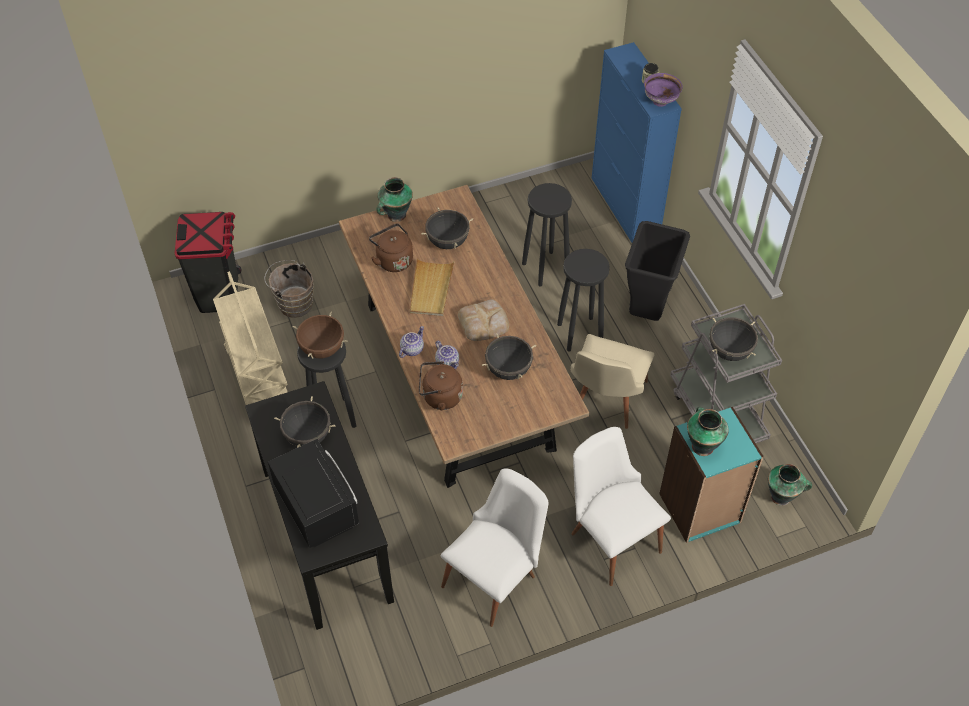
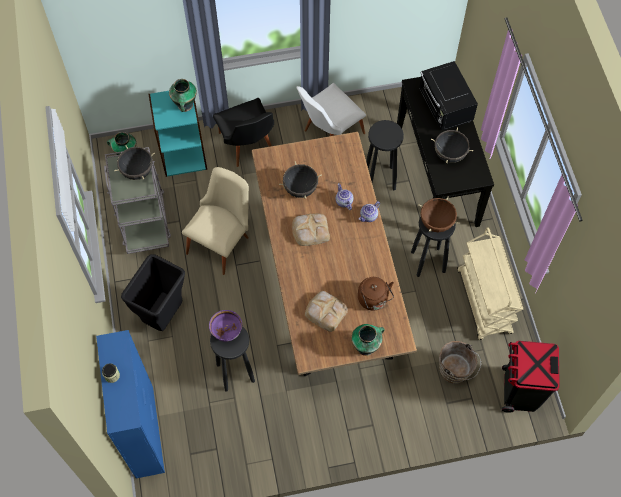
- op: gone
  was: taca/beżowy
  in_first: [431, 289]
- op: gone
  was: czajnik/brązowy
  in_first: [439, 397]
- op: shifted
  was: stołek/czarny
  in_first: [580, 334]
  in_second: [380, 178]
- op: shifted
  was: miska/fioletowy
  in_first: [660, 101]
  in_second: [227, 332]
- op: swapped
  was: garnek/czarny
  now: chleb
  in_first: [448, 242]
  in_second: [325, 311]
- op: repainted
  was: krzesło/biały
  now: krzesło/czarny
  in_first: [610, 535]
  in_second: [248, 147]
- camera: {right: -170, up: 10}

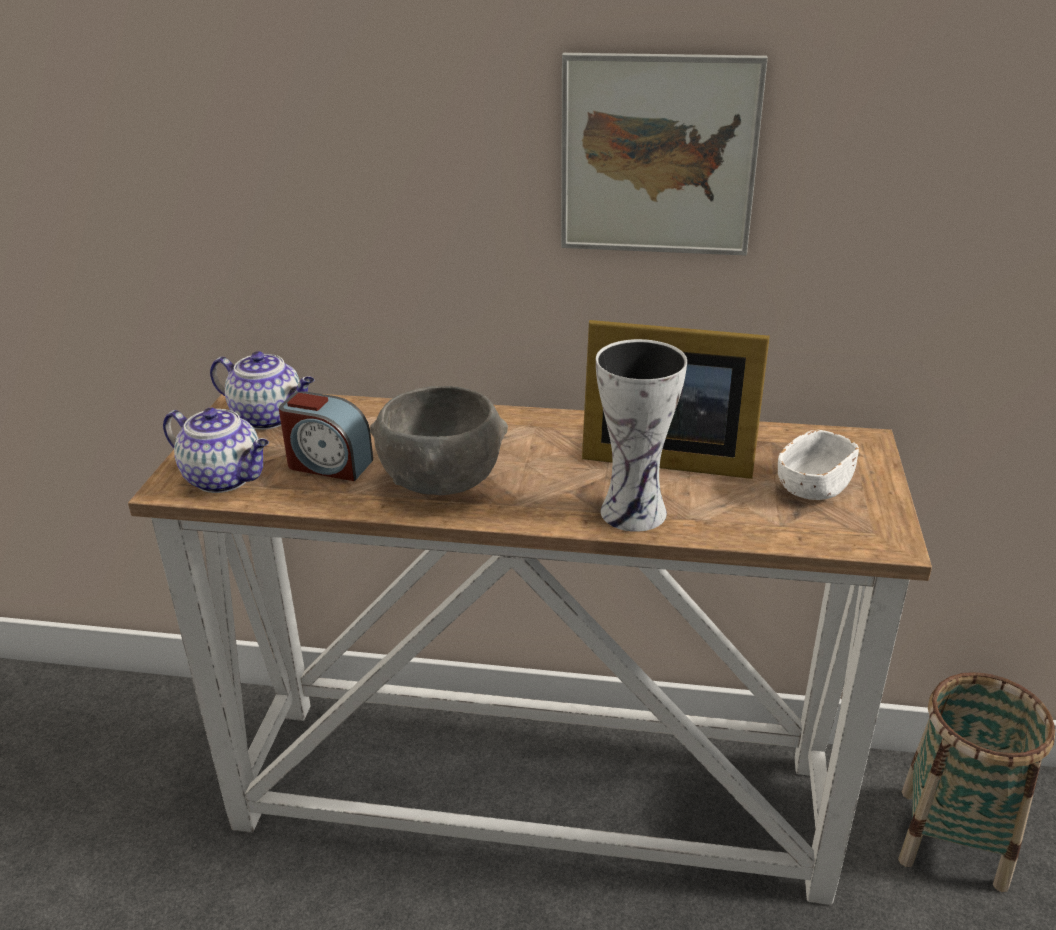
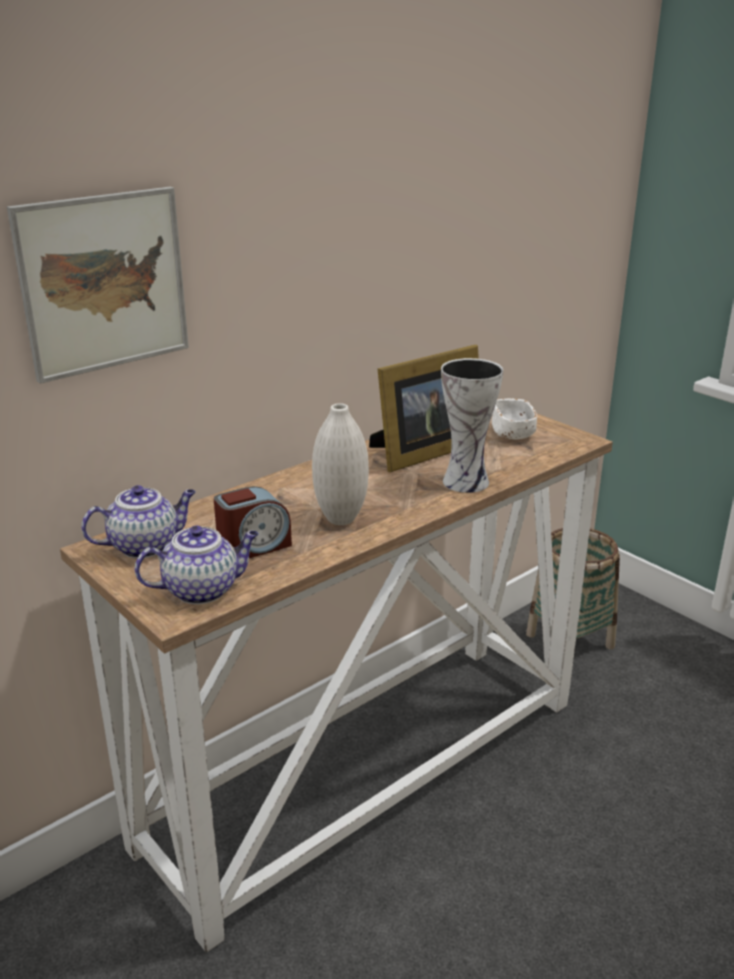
- op: shifted
  was: obraz
  in_first: [658, 156]
  in_second: [104, 282]
- op: swapped
  was: miska/szary
  now: wazon/biały
  in_first: [441, 480]
  in_second: [341, 519]
- camera: {right: -50, up: -5}

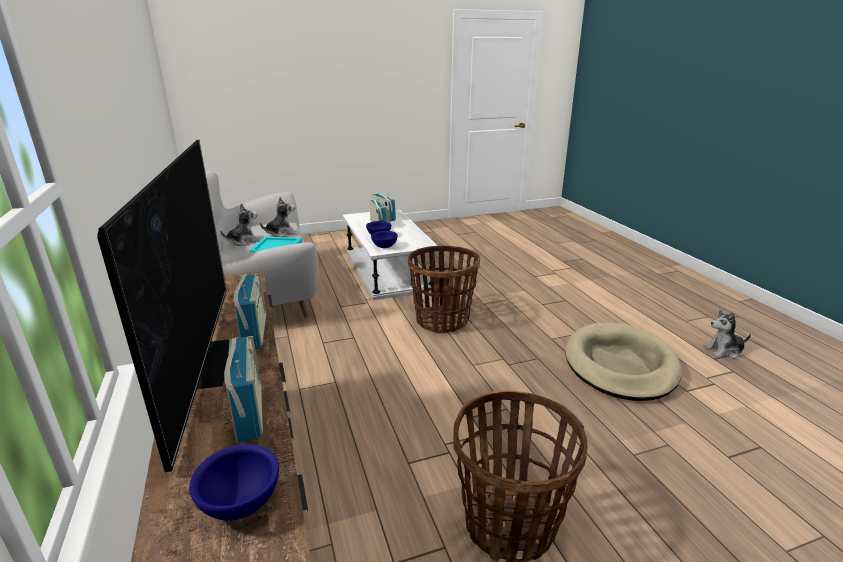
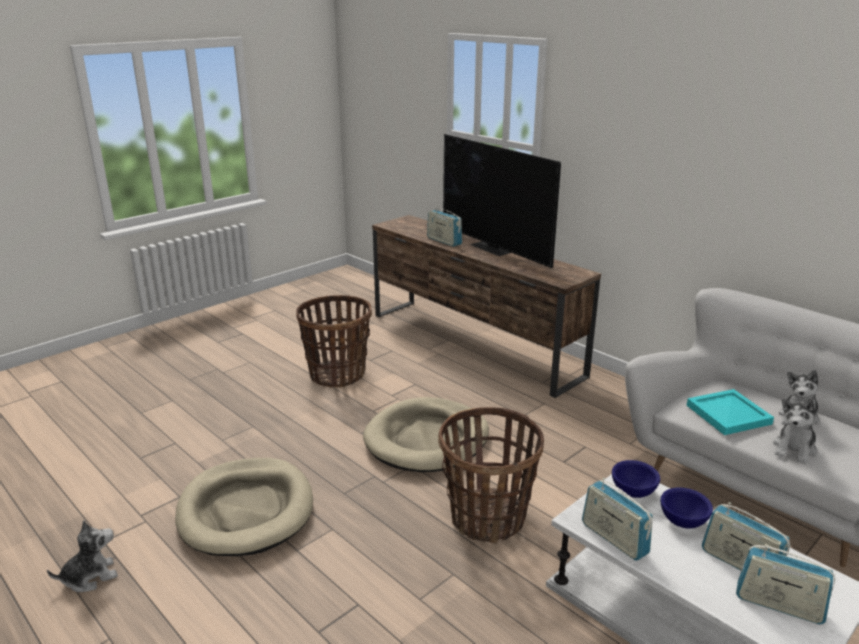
- op: gone
  was: miska/niebieski
  in_first: [239, 503]
- op: new
  now: legowisko/beżowy
  in_second: [427, 439]
- op: shifted
  was: radio
  in_first: [254, 332]
  in_second: [614, 538]
- camera: {right: 155, up: 0}

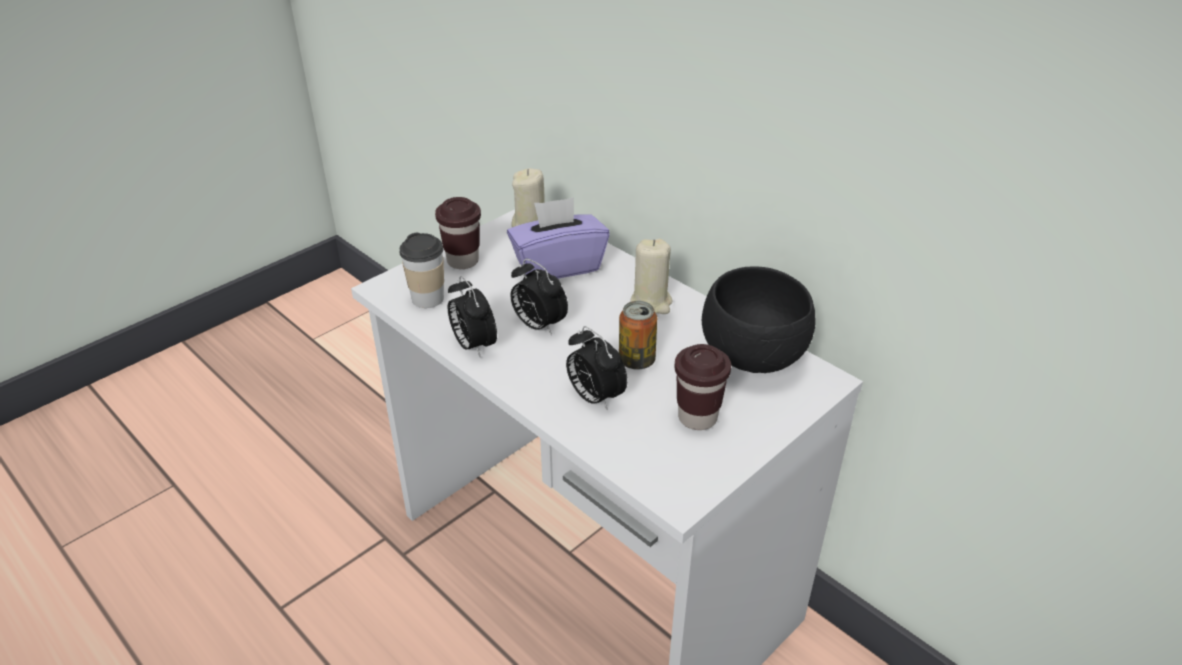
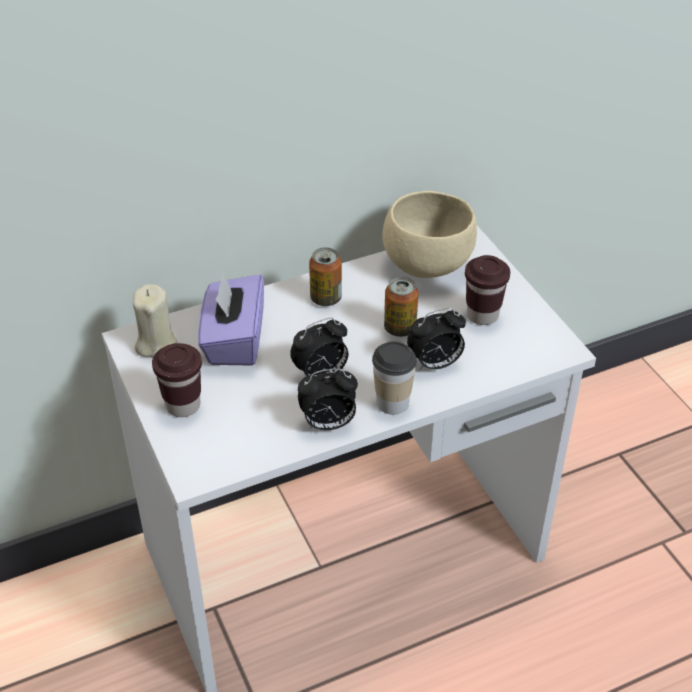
- op: shifted
  was: filiżanka
  in_first: [428, 298]
  in_second: [392, 402]
- op: swapped
  was: świeca/beżowy
  now: puszka
  in_first: [651, 303]
  in_second: [326, 298]
- op: repainted
  was: miska/czarny
  now: miska/beżowy
  in_first: [755, 358]
  in_second: [427, 264]
- camera: {right: -70, up: 5}

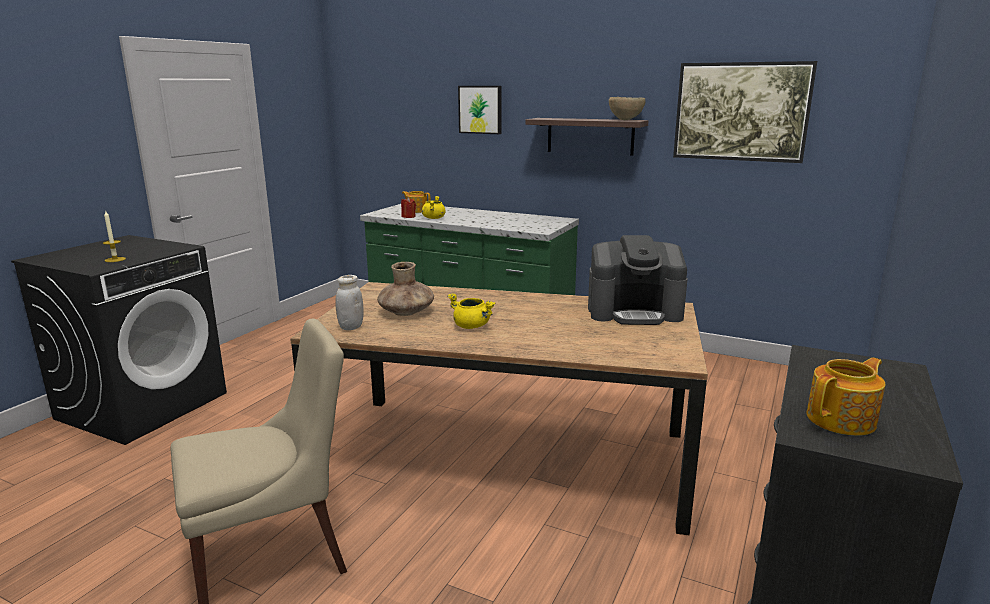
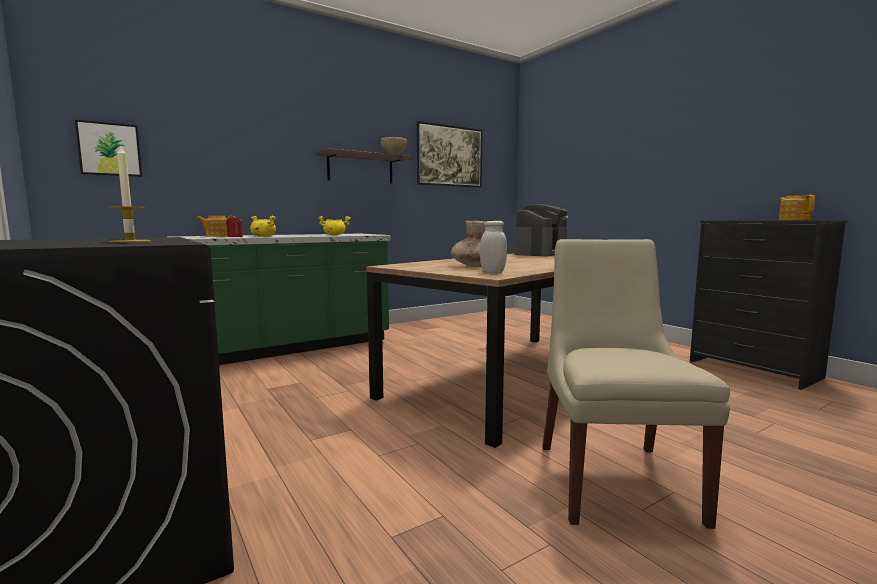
- op: shifted
  was: garnek/żółty
  in_first: [472, 326]
  in_second: [334, 235]
- op: shifted
  was: obraz
  in_first: [480, 109]
  in_second: [109, 149]
- camera: {right: -60, up: -10}

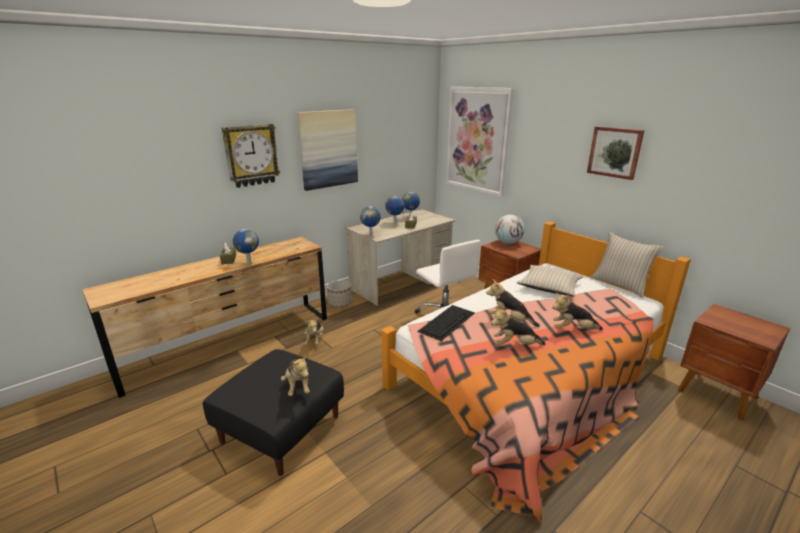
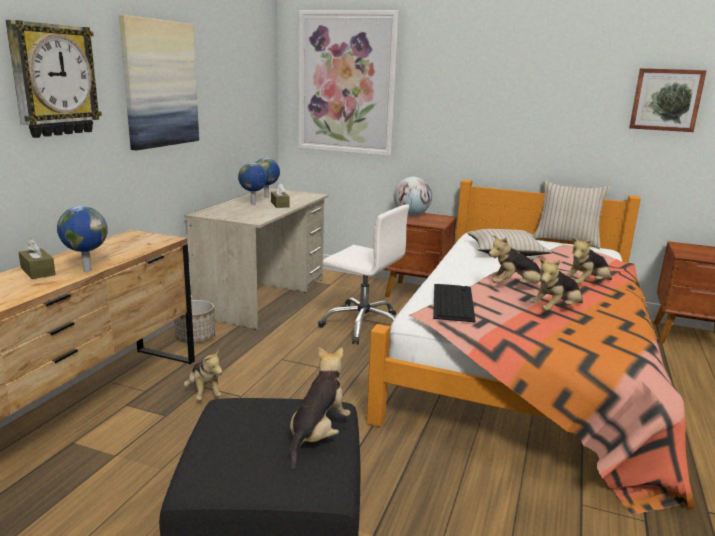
- op: gone
  was: globus
  in_first: [371, 235]
- op: shifted
  was: obraz
  in_first: [615, 152]
  in_second: [666, 100]
- op: rotated
  was: pluszak
  in_first: [298, 386]
  in_second: [318, 435]
  clockwise: -105
- camera: {right: -30, up: -5}

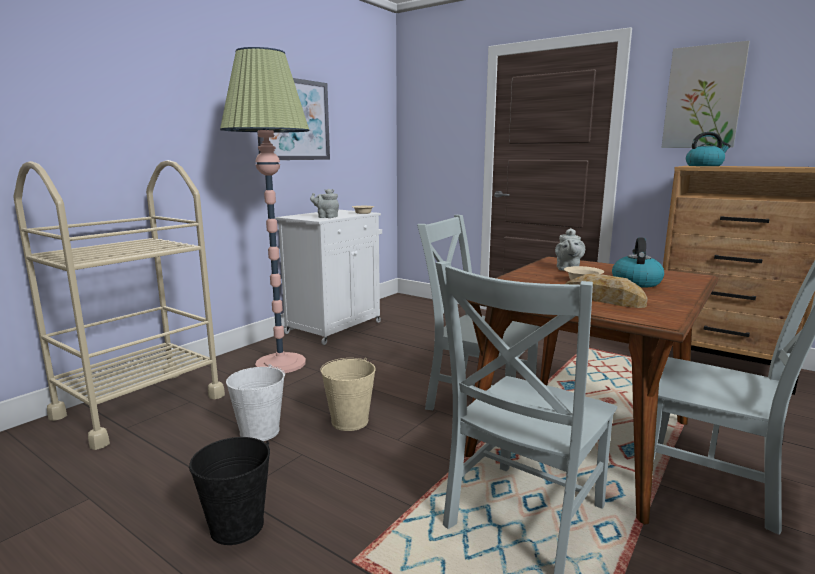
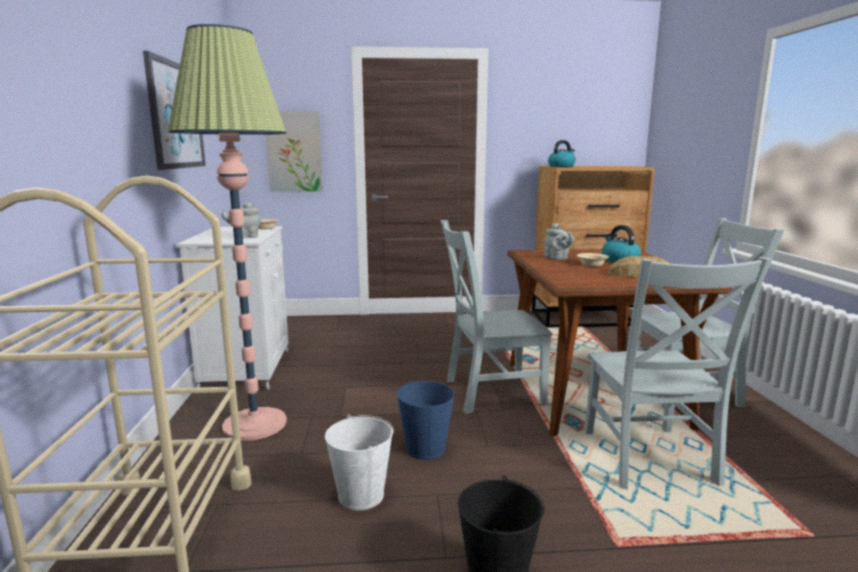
- op: shifted
  was: obraz
  in_first: [703, 97]
  in_second: [294, 152]
- op: repainted
  was: wiadro/beżowy
  now: wiadro/niebieski
  in_first: [350, 421]
  in_second: [426, 448]
- camera: {right: -40, up: 0}

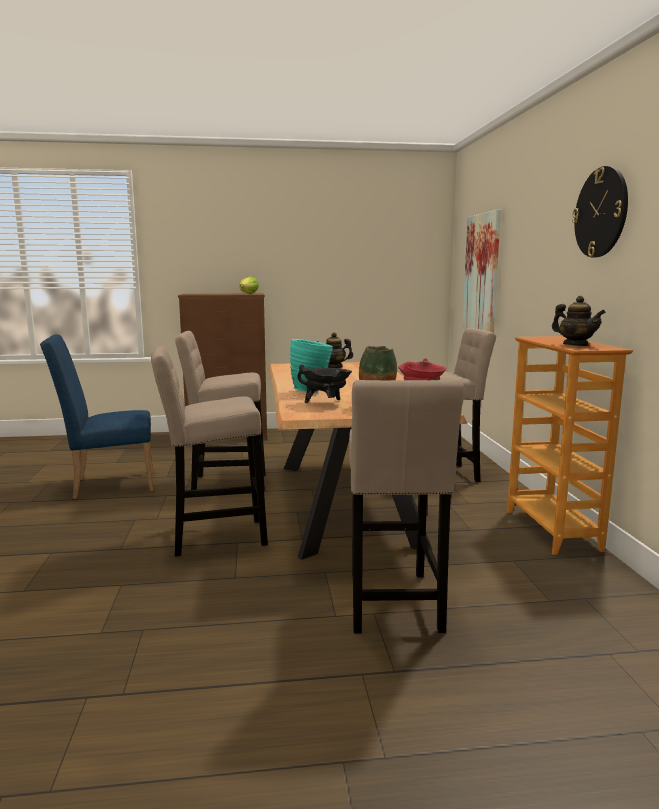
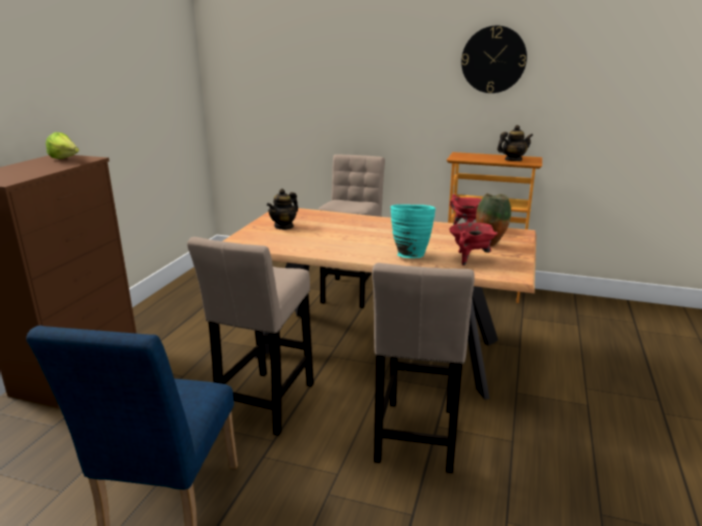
- op: gone
  was: stołek/beżowy
  in_first: [393, 606]
- op: gone
  was: obraz
  in_first: [482, 273]
- op: repainted
  was: garnek/czarny
  now: garnek/czerwony
  in_first: [326, 403]
  in_second: [470, 258]
- camera: {right: -65, up: 10}

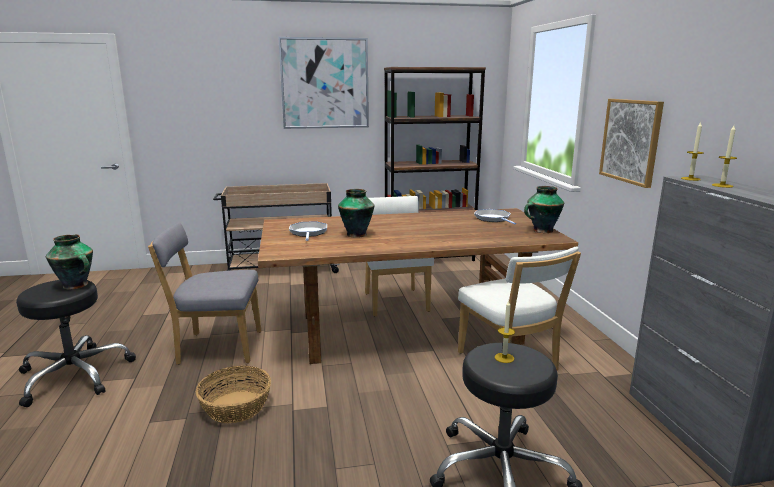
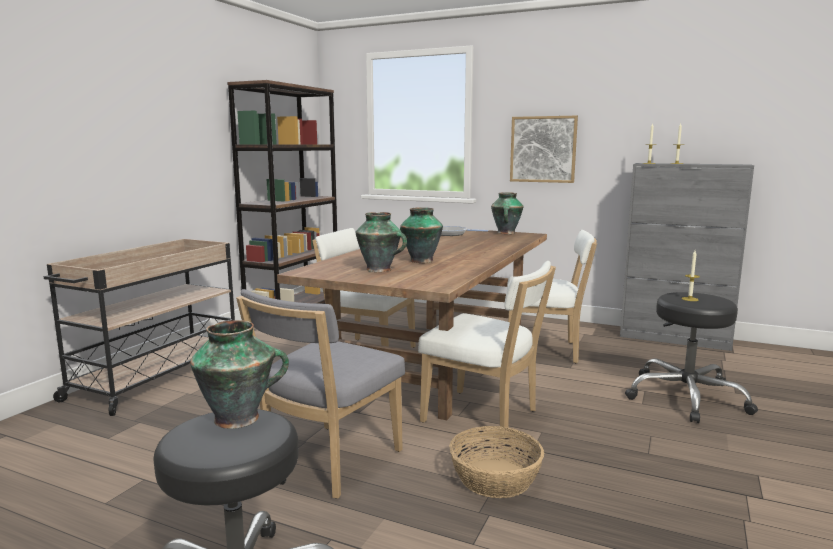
- op: gone
  was: obraz
  in_first: [325, 83]
- op: new
  now: krzesło/biały
  in_second: [485, 417]
- op: swapped
  was: patelnia
  now: wazon
  in_first: [308, 233]
  in_second: [380, 270]
- camera: {right: -55, up: -5}

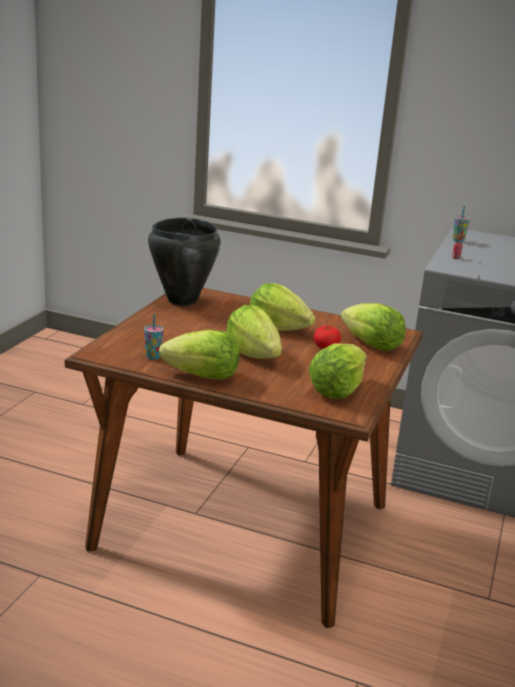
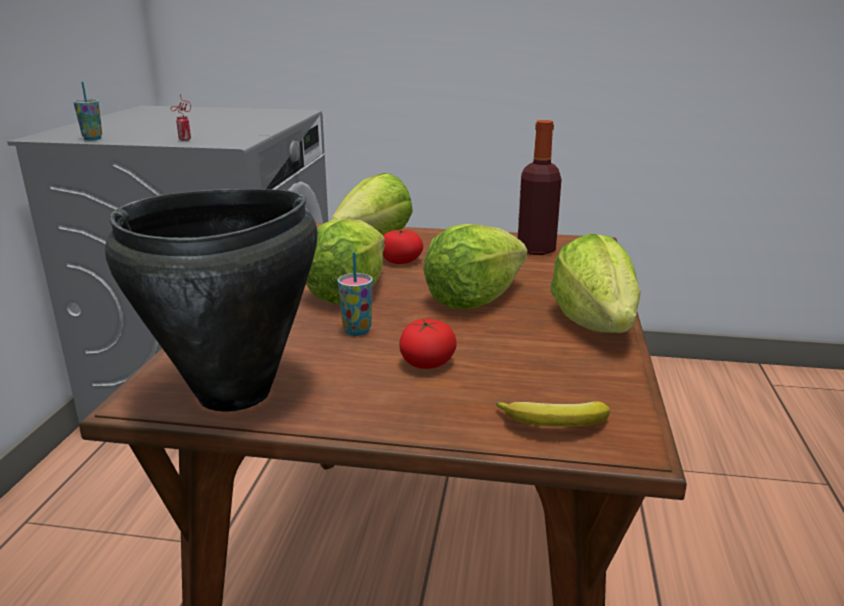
- op: new
  now: pomidor
  in_second: [427, 363]
- op: new
  now: banan
  in_second: [555, 424]
- op: shifted
  was: filiżanka
  in_first: [153, 357]
  in_second: [357, 331]
- op: swapped
  was: sałata
  now: butelka
  in_first: [337, 390]
  in_second: [536, 249]
- camera: {right: -100, up: 0}

